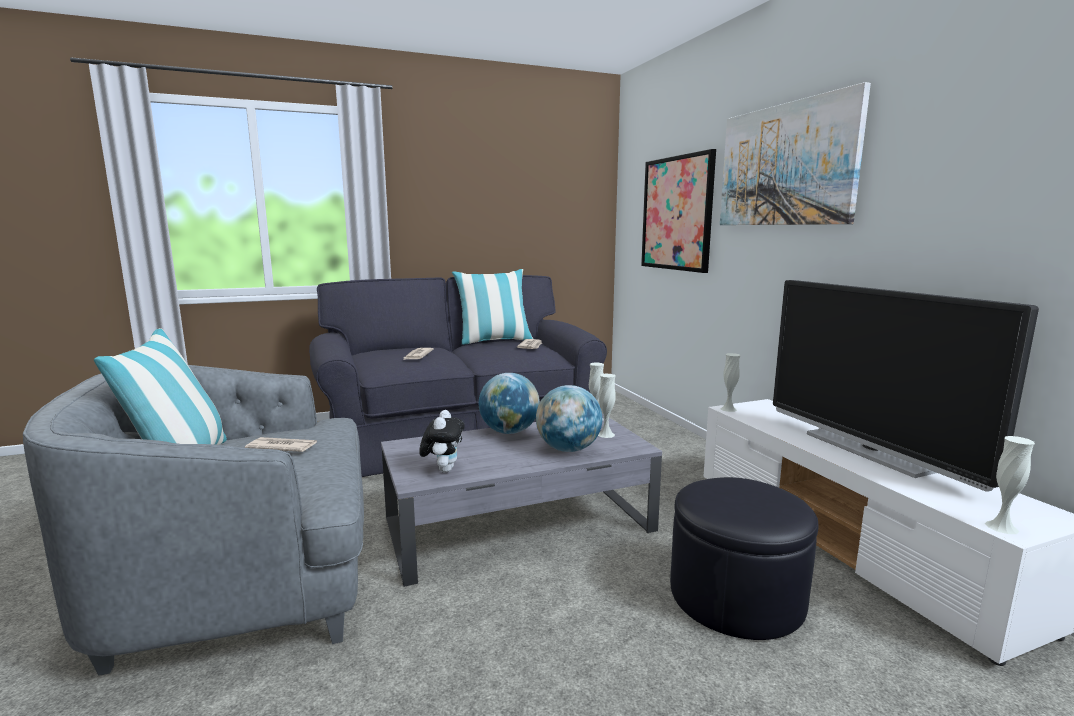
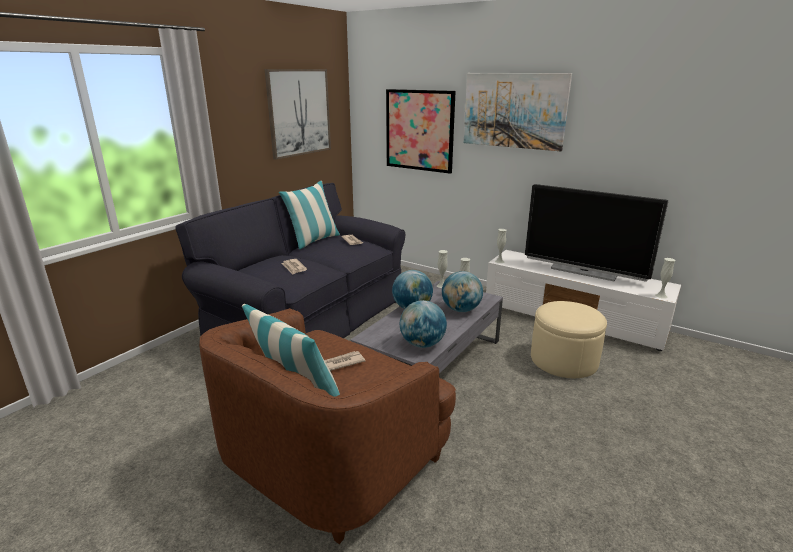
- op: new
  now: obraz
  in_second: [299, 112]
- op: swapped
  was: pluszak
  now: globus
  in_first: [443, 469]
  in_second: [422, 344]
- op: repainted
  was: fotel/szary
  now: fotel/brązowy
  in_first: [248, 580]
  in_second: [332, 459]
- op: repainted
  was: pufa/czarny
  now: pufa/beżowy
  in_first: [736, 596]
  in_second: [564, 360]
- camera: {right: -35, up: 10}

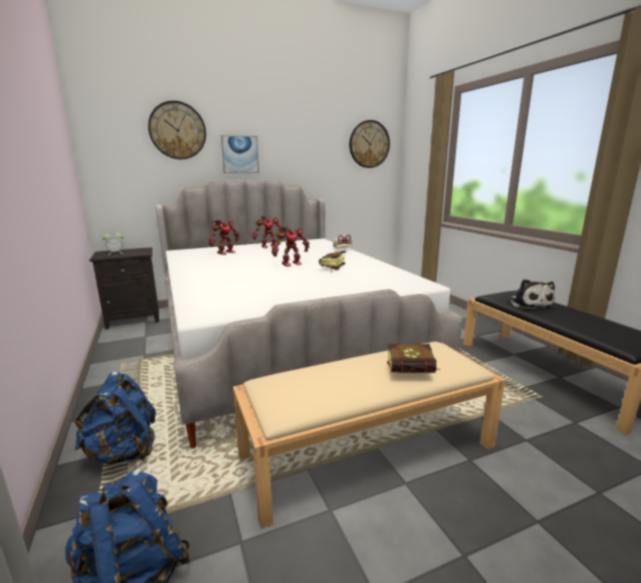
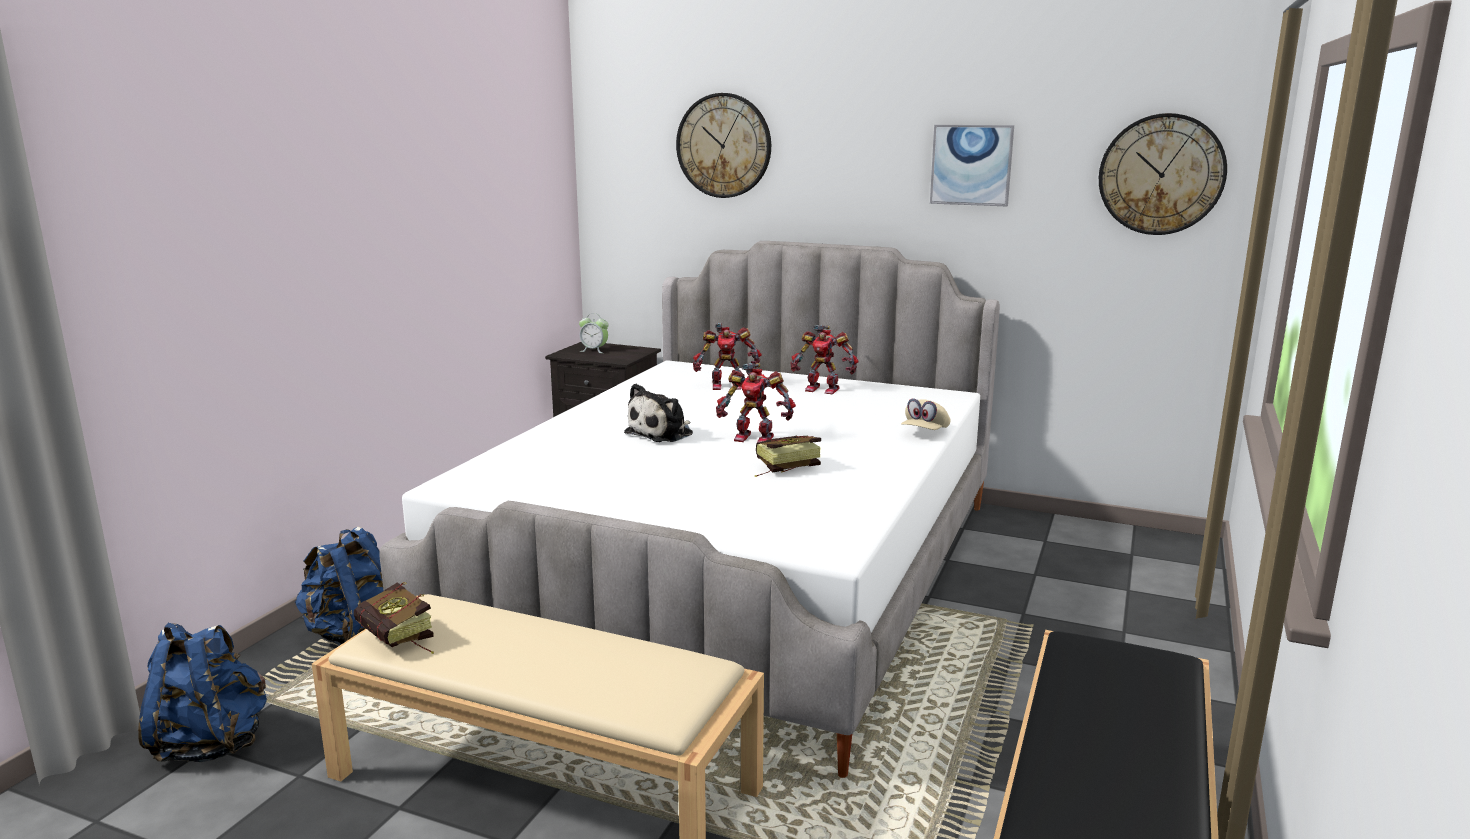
- op: shifted
  was: obraz
  in_first: [240, 154]
  in_second: [971, 165]
- op: shifted
  was: książka
  in_first: [415, 373]
  in_second: [400, 642]
- op: shifted
  was: pluszak
  in_first: [529, 304]
  in_second: [662, 433]
- camera: {right: 45, up: 0}

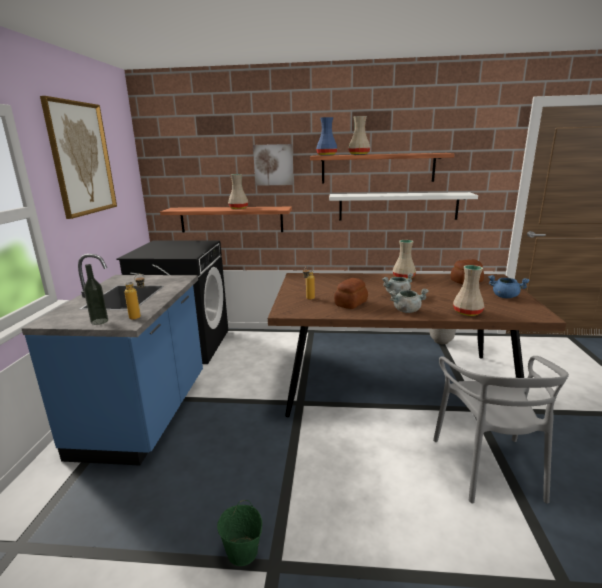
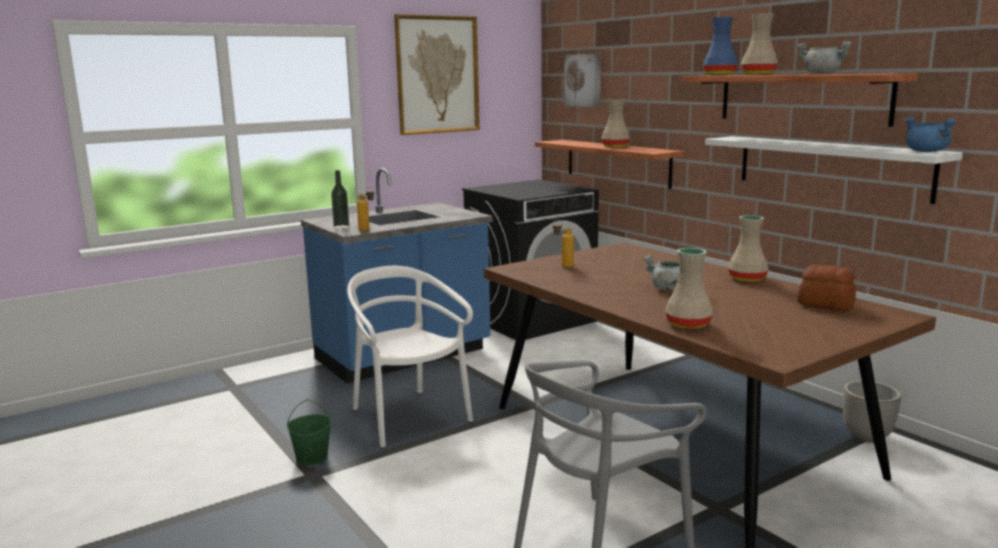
- op: gone
  was: chleb
  in_first: [351, 303]
- op: new
  now: krzesło/biały
  in_second: [408, 417]
- op: shifted
  was: obraz
  in_first: [273, 165]
  in_second: [583, 80]
- op: shifted
  was: garnek/szary
  in_first: [407, 310]
  in_second: [822, 74]
- op: shifted
  was: garnek/niebieski
  in_first: [505, 296]
  in_second: [927, 151]
- camera: {right: 50, up: -5}

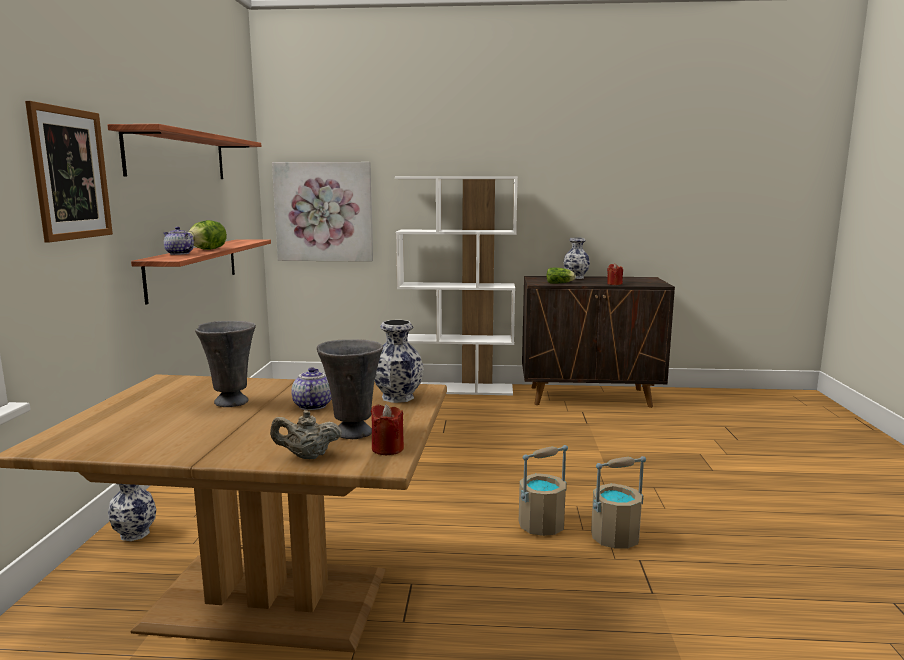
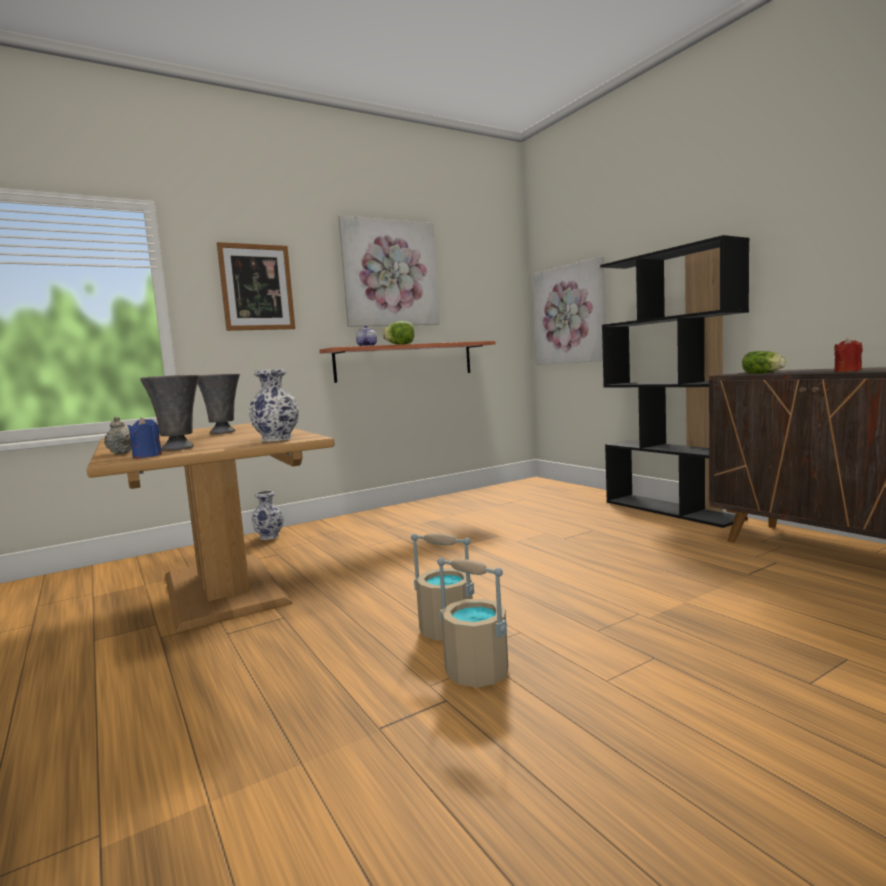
- op: gone
  was: imbryk
  in_first: [311, 406]
- op: gone
  was: wazon
  in_first: [575, 277]
- op: swapped
  was: półka
  now: obraz
  in_first: [178, 156]
  in_second: [390, 273]
- op: repainted
  was: świeca/czerwony
  now: świeca/niebieski
  in_first: [387, 449]
  in_second: [147, 456]
- op: repainted
  was: regał/biały
  now: regał/czarny
  in_first: [457, 389]
  in_second: [672, 510]
- camera: {right: 55, up: -5}

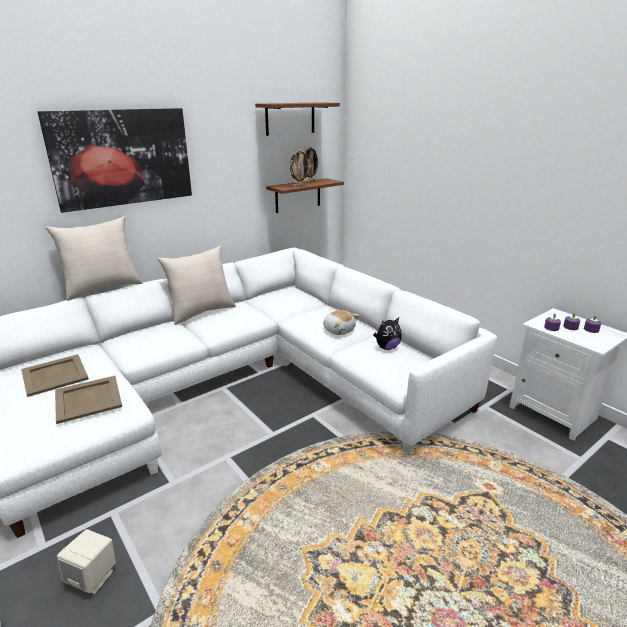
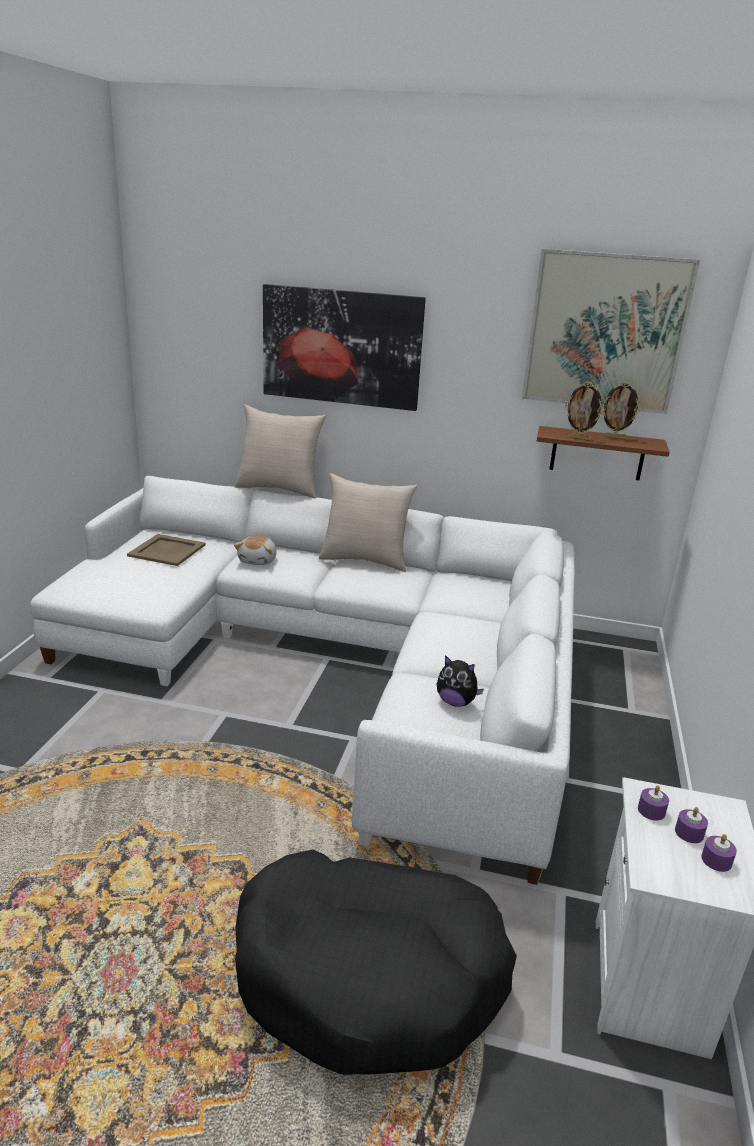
- op: gone
  was: taca/beżowy
  in_first: [87, 399]
- op: gone
  was: głośnik/beżowy
  in_first: [93, 577]
- op: new
  now: legowisko/czarny
  in_second: [369, 975]
- op: shifted
  was: pluszak
  in_first: [339, 330]
  in_second: [258, 560]
- op: swapped
  was: półka/brązowy
  now: obraz
  in_first: [290, 118]
  in_second: [605, 332]
- camera: {right: 50, up: 0}

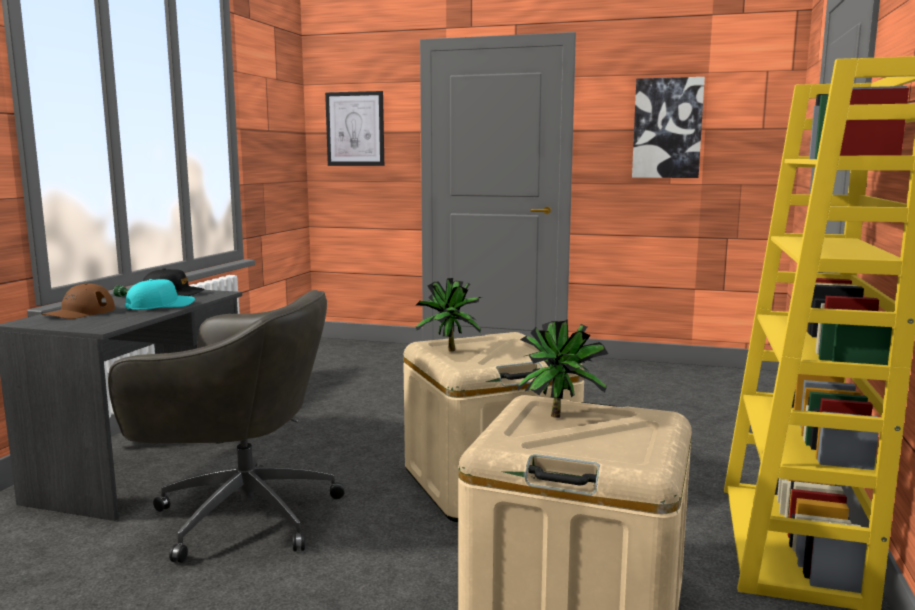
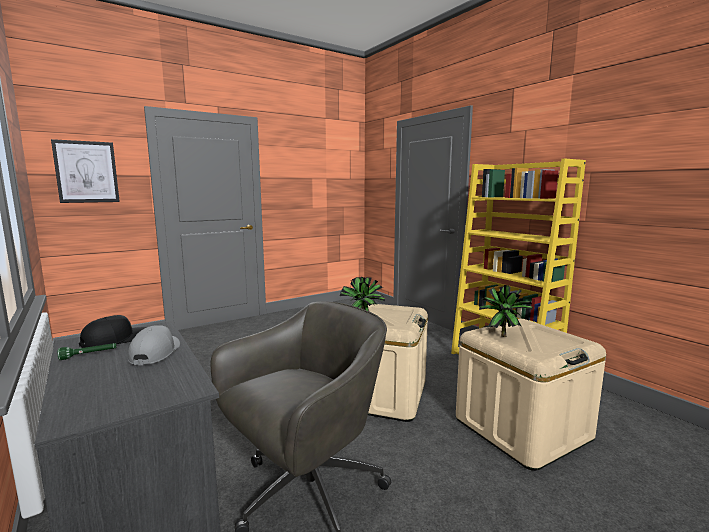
- op: gone
  was: czapka z daszkiem/brązowy
  in_first: [79, 313]
- op: gone
  was: obraz
  in_first: [667, 128]
- op: repainted
  was: czapka z daszkiem/turkusowy
  now: czapka z daszkiem/szary
  in_first: [160, 306]
  in_second: [155, 352]
- camera: {right: -50, up: 0}

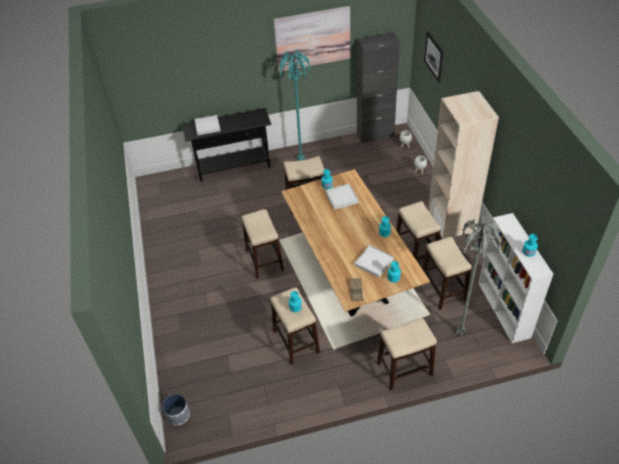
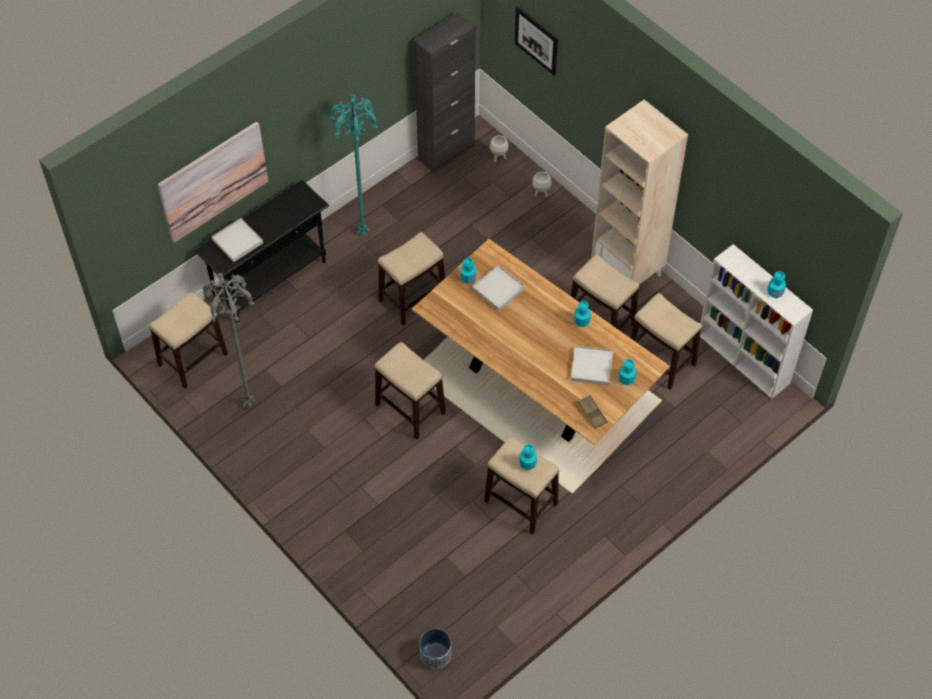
- op: shifted
  was: obraz
  in_first: [313, 38]
  in_second: [213, 181]
- op: shifted
  was: stołek
  in_first: [404, 369]
  in_second: [192, 359]
- op: shifted
  was: lampa stojąca/szary
  in_first: [461, 332]
  in_second: [250, 402]
- camera: {right: -30, up: 10}

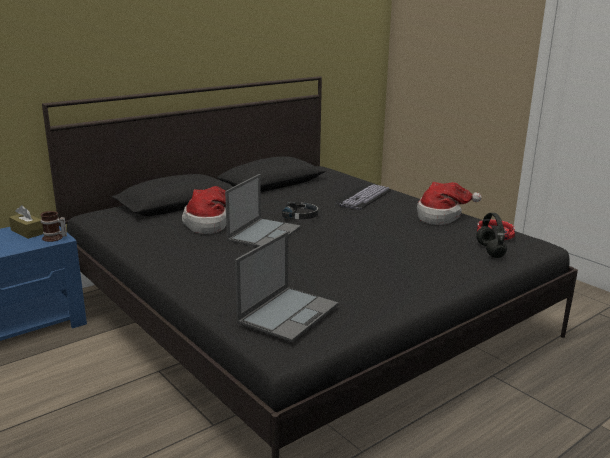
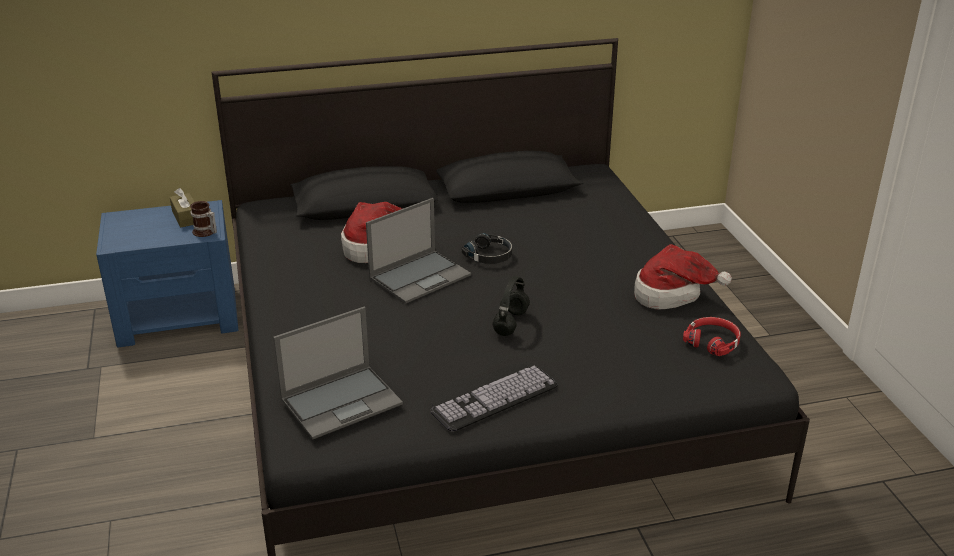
- op: shifted
  was: klawiatura
  in_first: [361, 197]
  in_second: [490, 394]
- op: shifted
  was: słuchawki/czarny
  in_first: [489, 250]
  in_second: [510, 322]
- camera: {right: 25, up: 10}

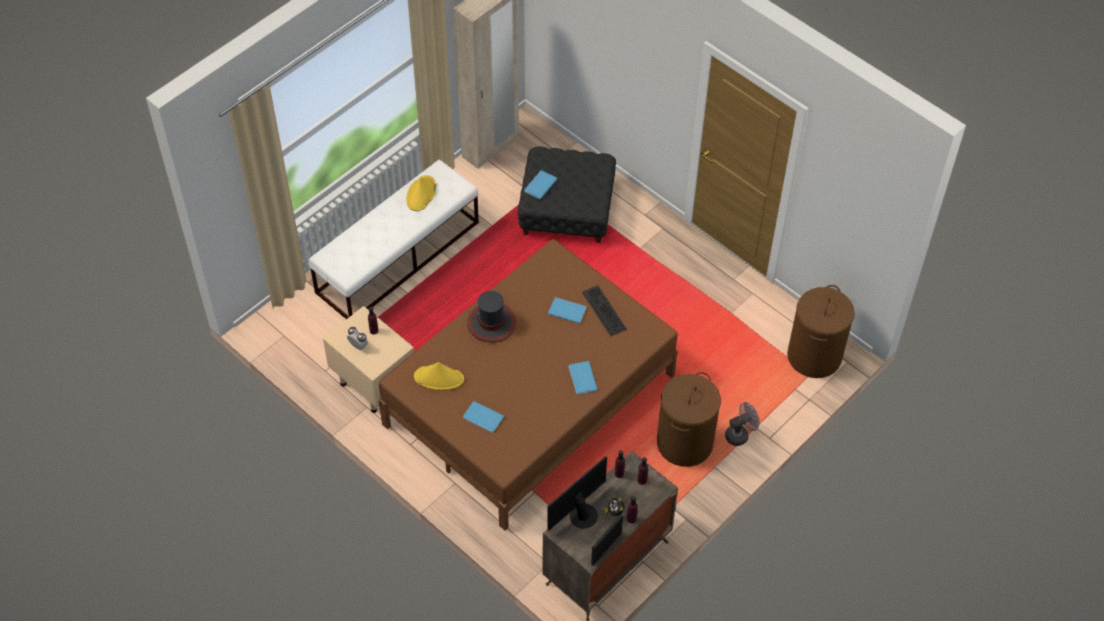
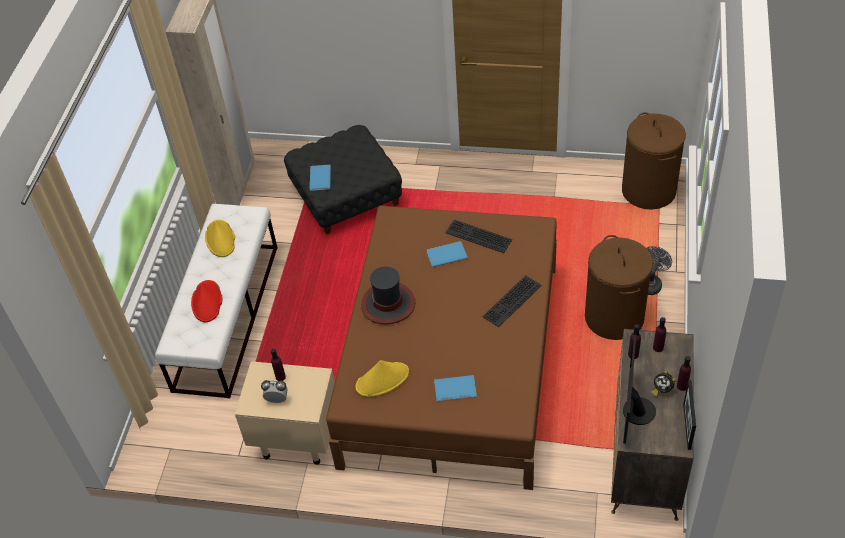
- op: new
  now: kapelusz/czerwony
  in_second: [207, 302]
- op: swapped
  was: książka/niebieski
  now: klawiatura
  in_first: [582, 379]
  in_second: [512, 302]
- camera: {right: -30, up: -5}

